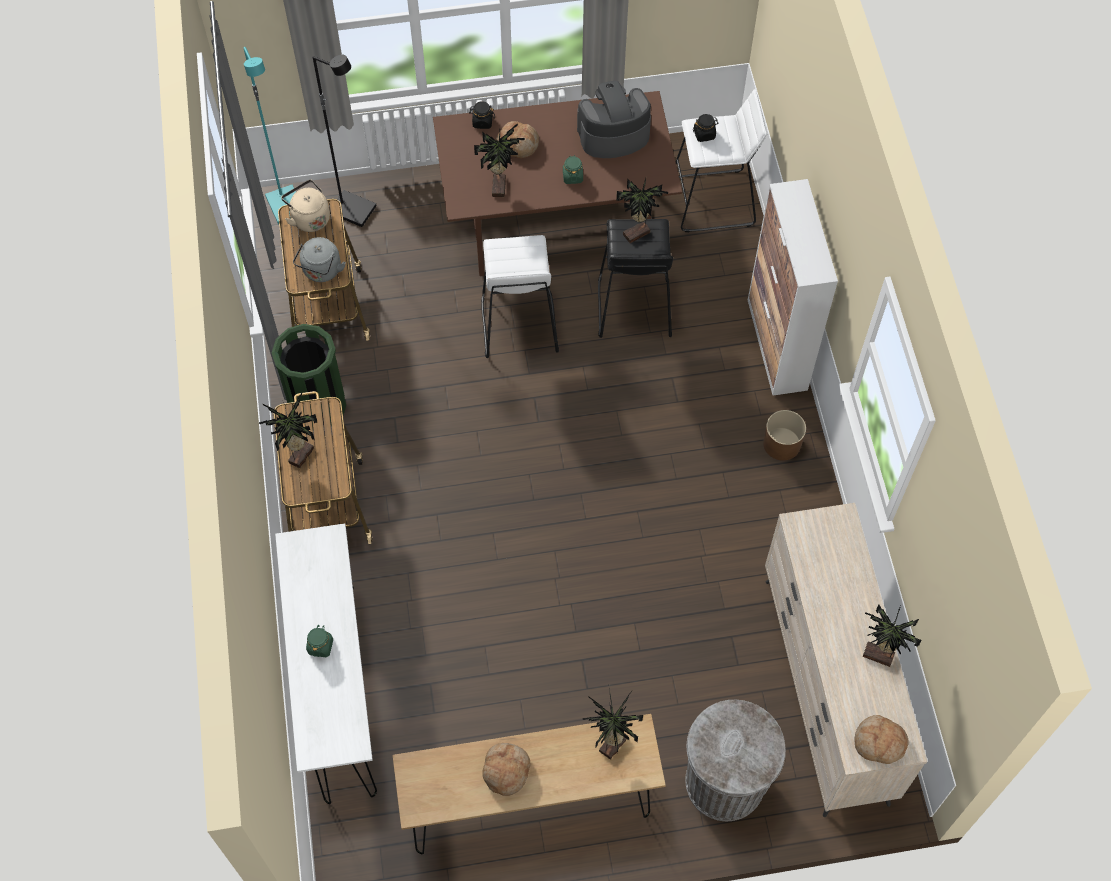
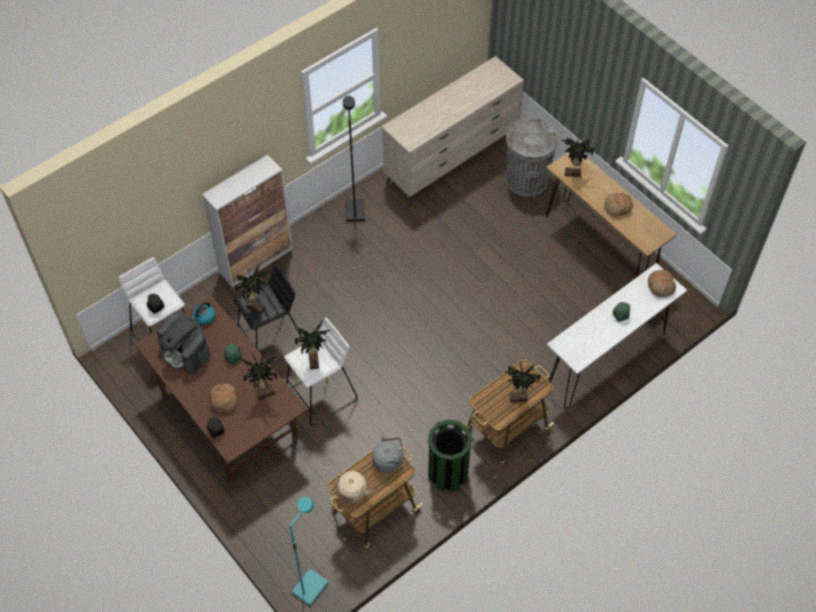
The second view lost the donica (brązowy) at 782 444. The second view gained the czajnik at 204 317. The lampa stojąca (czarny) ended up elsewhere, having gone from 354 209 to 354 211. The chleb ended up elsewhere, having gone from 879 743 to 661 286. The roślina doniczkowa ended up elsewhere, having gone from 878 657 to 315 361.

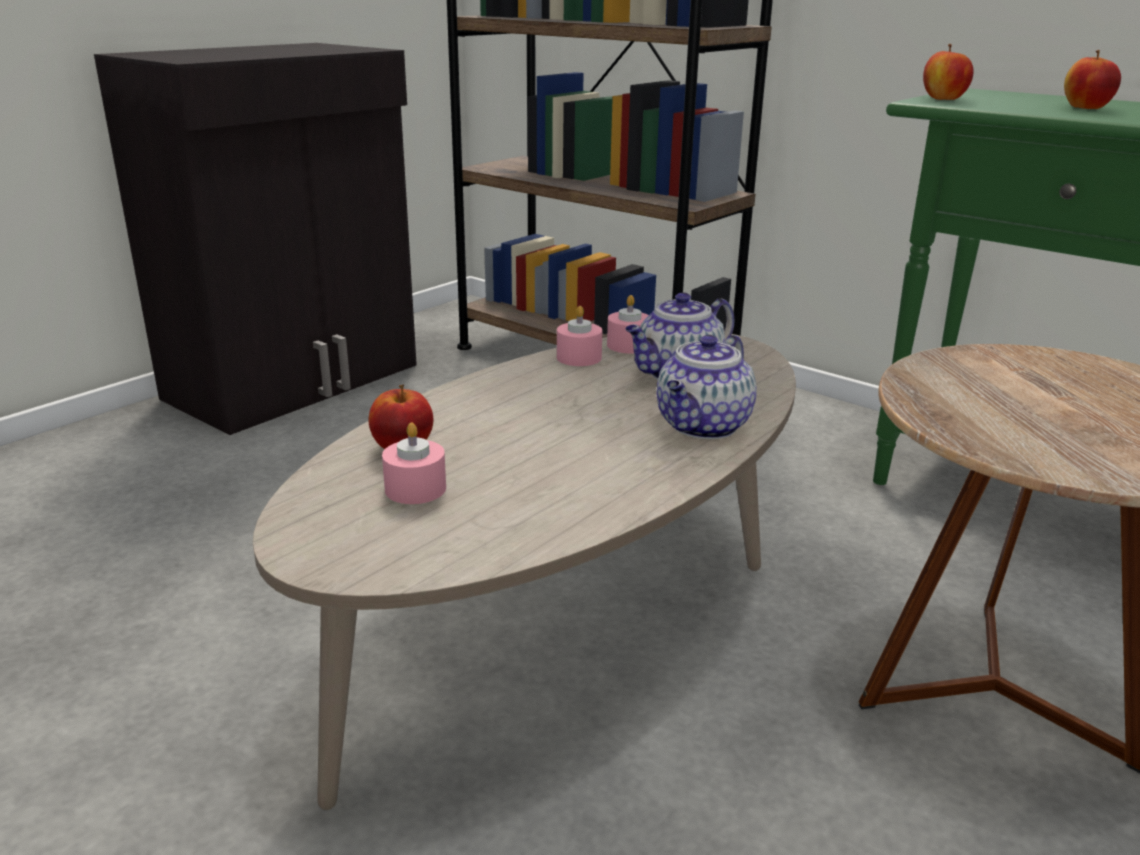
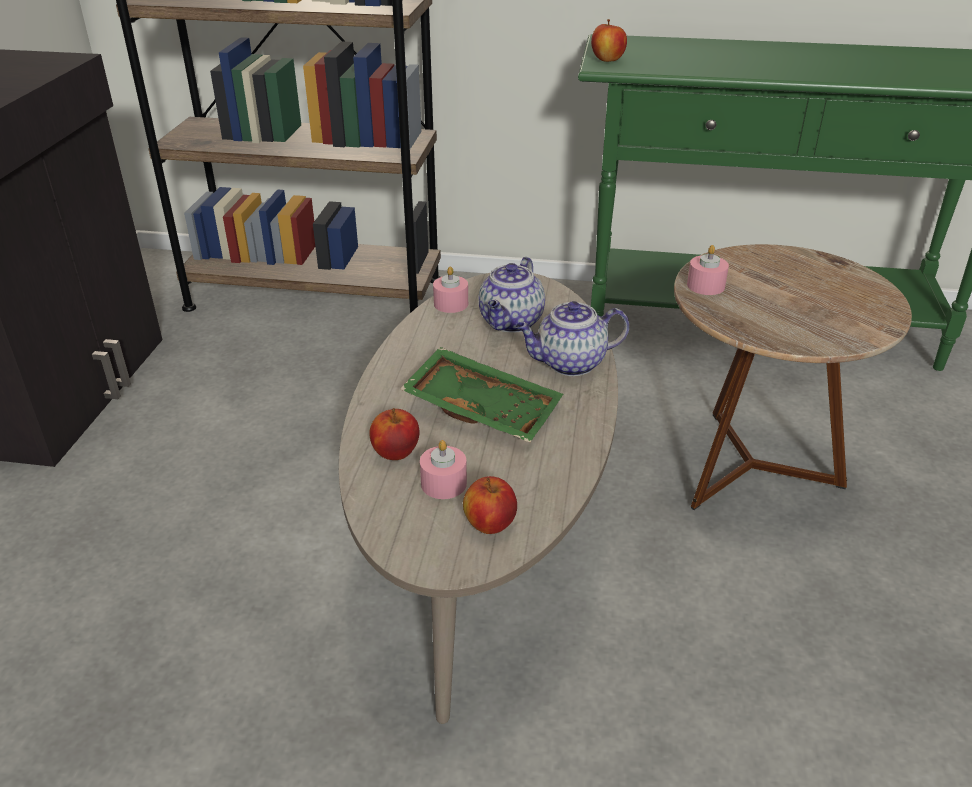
The second view gained the taca (zielony) at 483 408. The świeca (różowy) ended up elsewhere, having gone from 579 357 to 705 285. The jabłko ended up elsewhere, having gone from 1086 108 to 490 524. The imbryk at 703 427 ended up facing another way, 75 degrees clockwise from before.

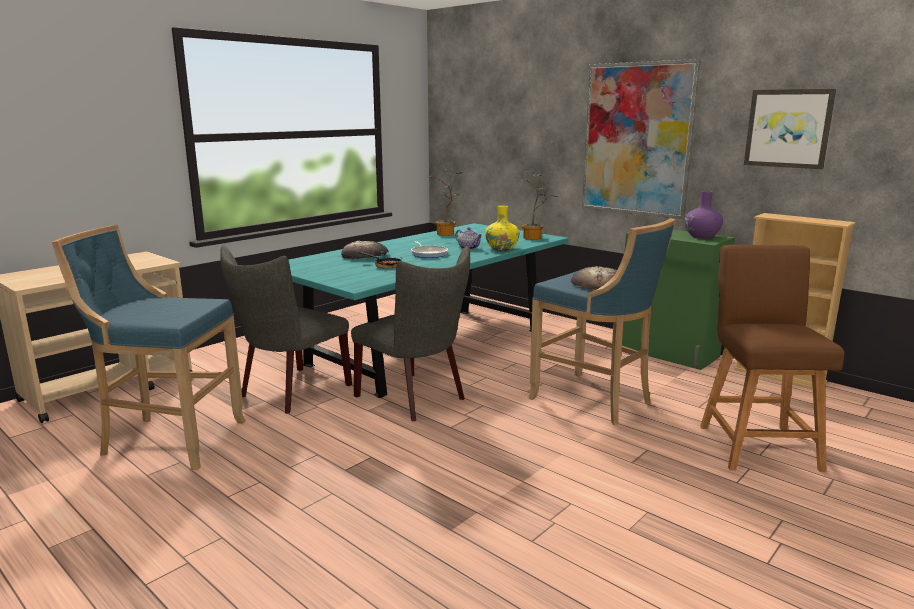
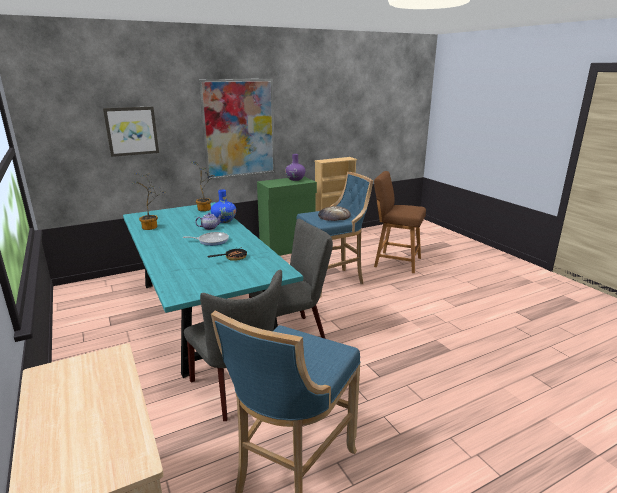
The second view lost the chleb at 365 255. The obraz ended up elsewhere, having gone from 788 128 to 131 131. What was the wazon (żółty) at 501 248 turned into the wazon (niebieski) at 224 220.

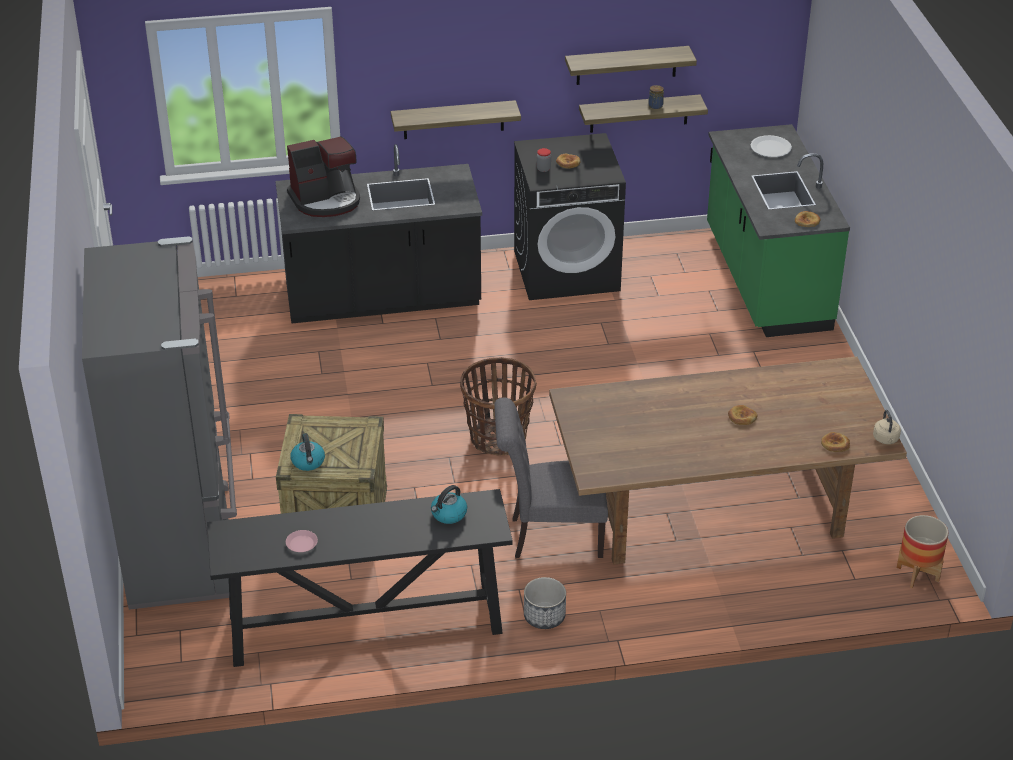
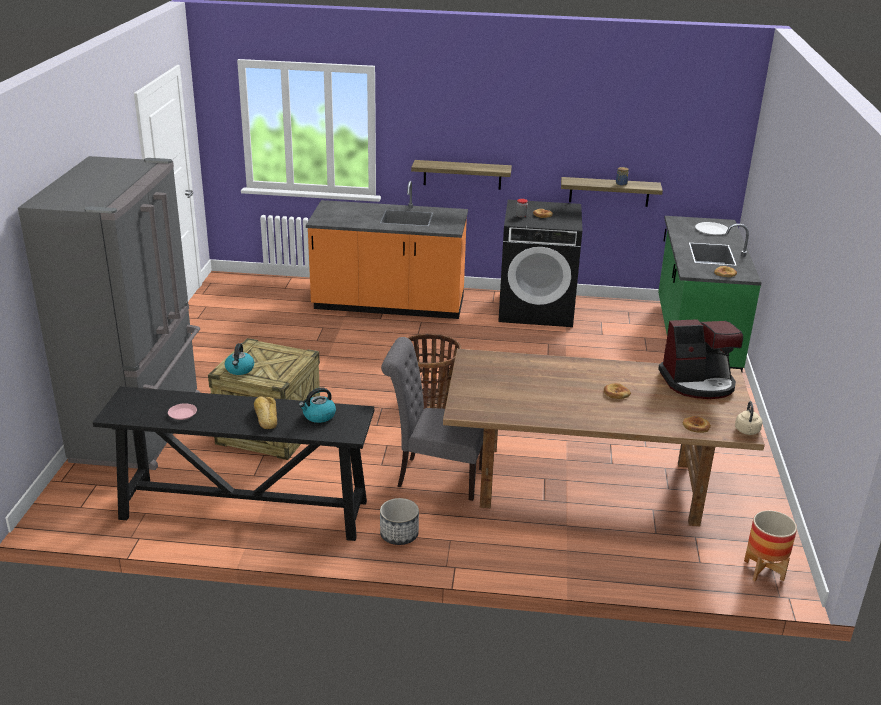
The second view lost the półka at 626 65. The second view gained the chleb at 266 417. The ekspres do kawy ended up elsewhere, having gone from 326 200 to 698 382. What was the zabudowa kuchenna (czarny) at 382 298 turned into the zabudowa kuchenna (pomarańczowy) at 389 305.

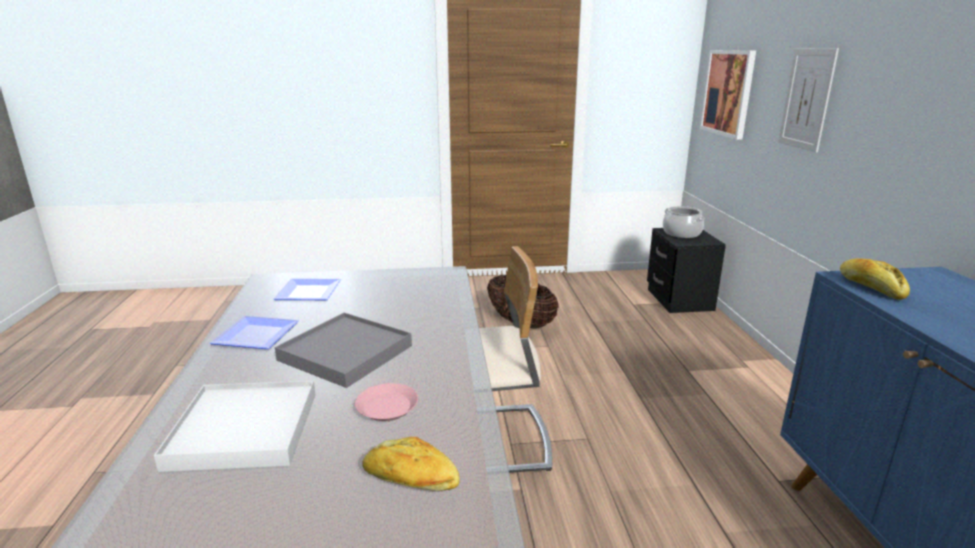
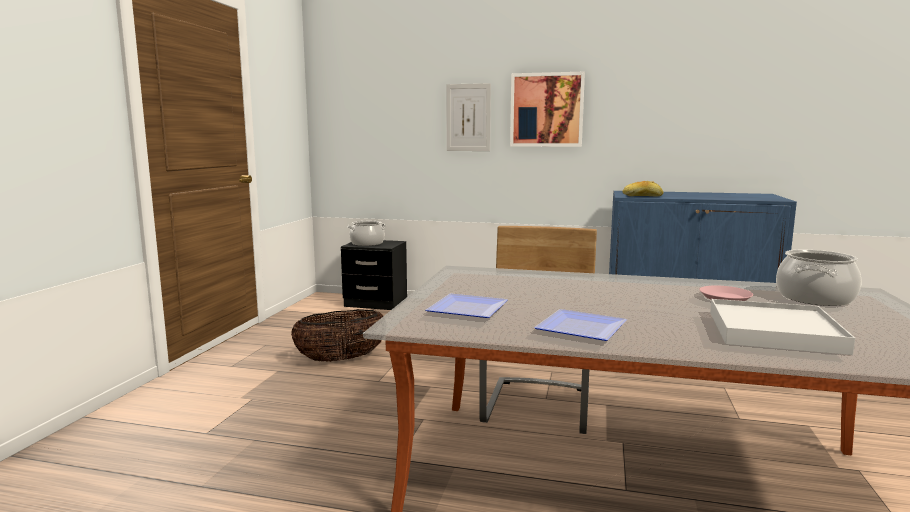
The second view lost the taca (szary) at 346 353. The obraz ended up elsewhere, having gone from 728 93 to 546 110. Where the chleb stood at 411 480, the garnek came to stand at 814 298.

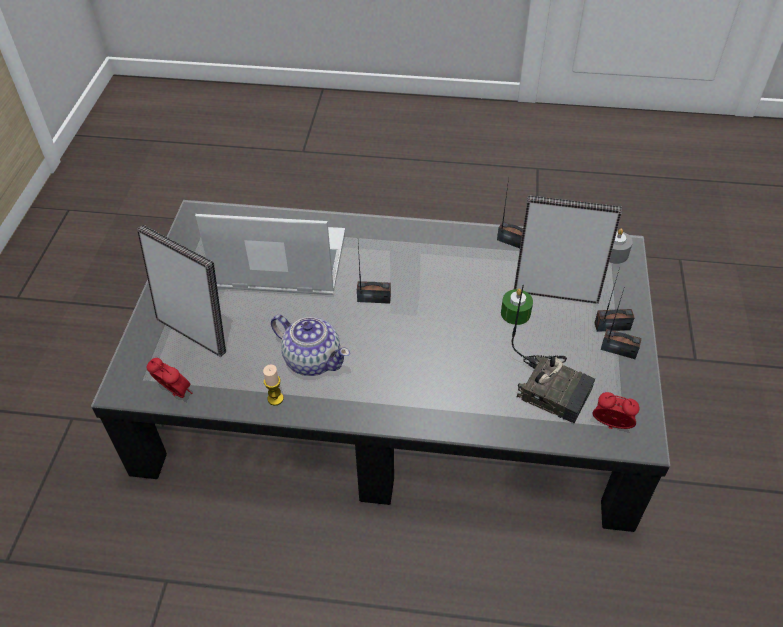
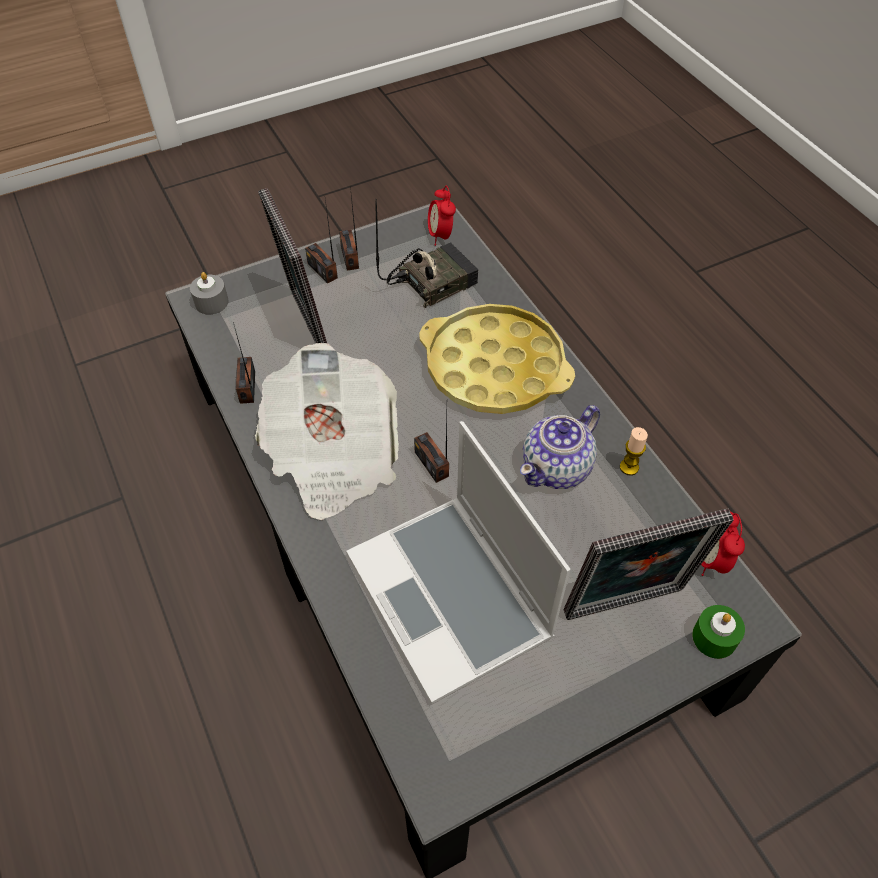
The second view gained the gazeta at 333 455. The second view gained the taca (żółty) at 494 367. The świeca (zielony) ended up elsewhere, having gone from 515 313 to 714 637. The ramka na zdjęcie at 194 332 ended up facing another way, 105 degrees counterclockwise from before. The imbryk at 312 359 ended up facing another way, 135 degrees counterclockwise from before. The radio at 553 389 ended up facing another way, 60 degrees clockwise from before.

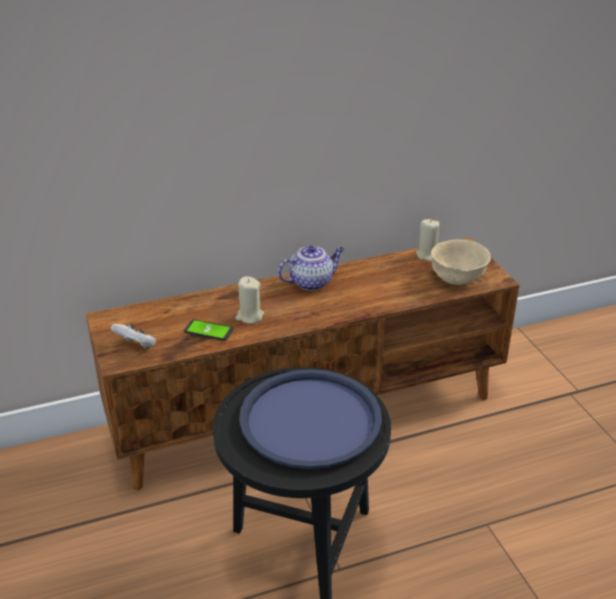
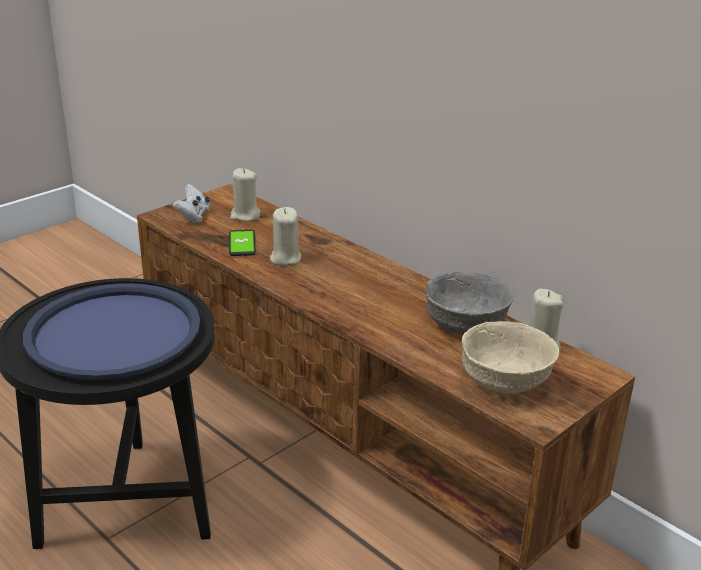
The second view lost the imbryk at 311 282. The second view gained the świeca (beżowy) at 245 215. The second view gained the miska (szary) at 464 327.

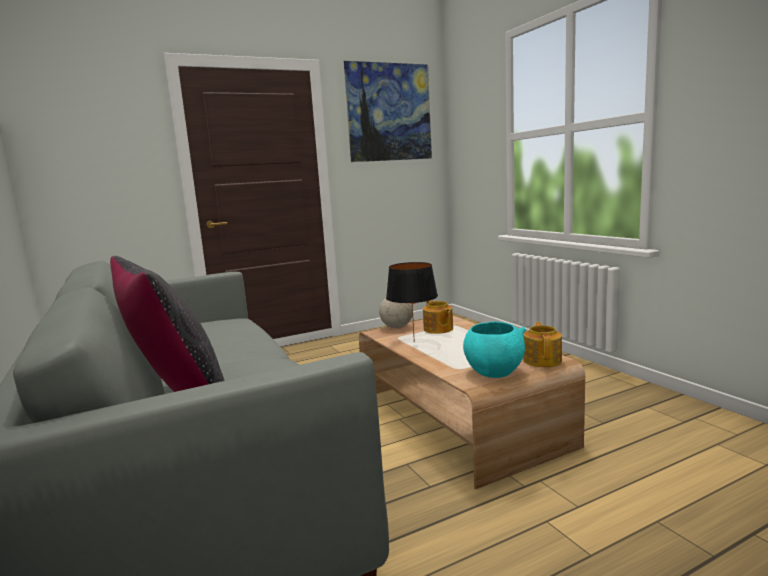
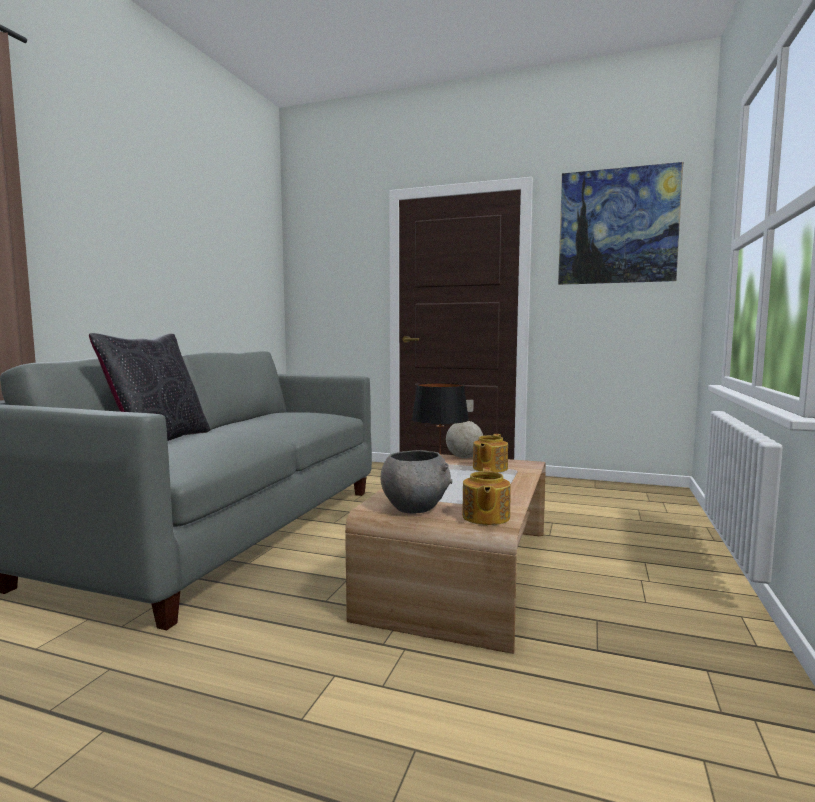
What was the miska (turkusowy) at 494 372 turned into the miska (szary) at 415 508. The imbryk at 542 360 ended up facing another way, 135 degrees clockwise from before.

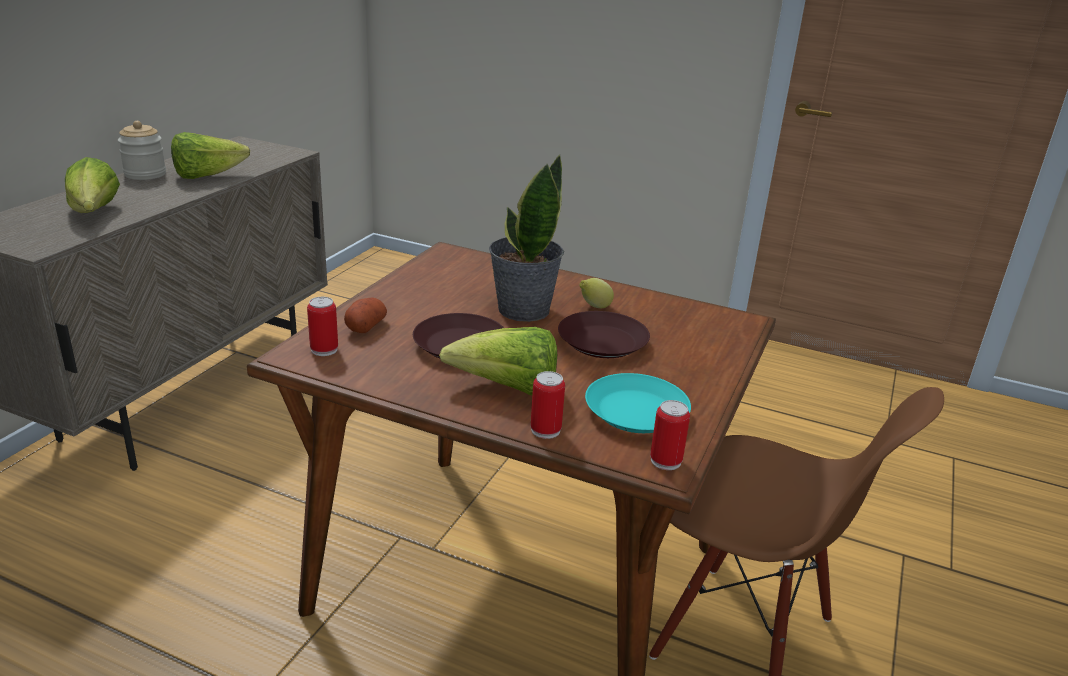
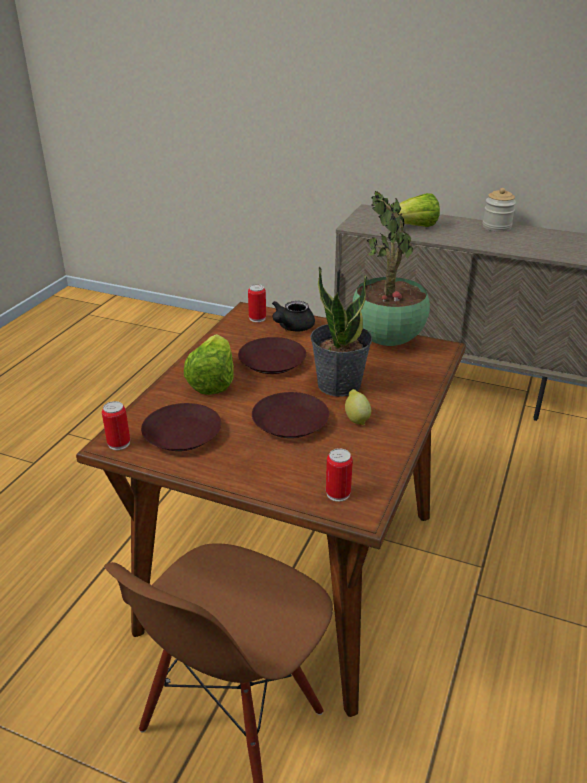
The second view lost the sałata at 207 176. The second view gained the roślina doniczkowa at 388 342. The puszka ended up elsewhere, having gone from 545 430 to 338 493. Where the ziemniak stood at 366 326, the imbryk (czarny) came to stand at 292 327. What was the talerz (turkusowy) at 636 412 turned into the talerz (brązowy) at 181 434.

